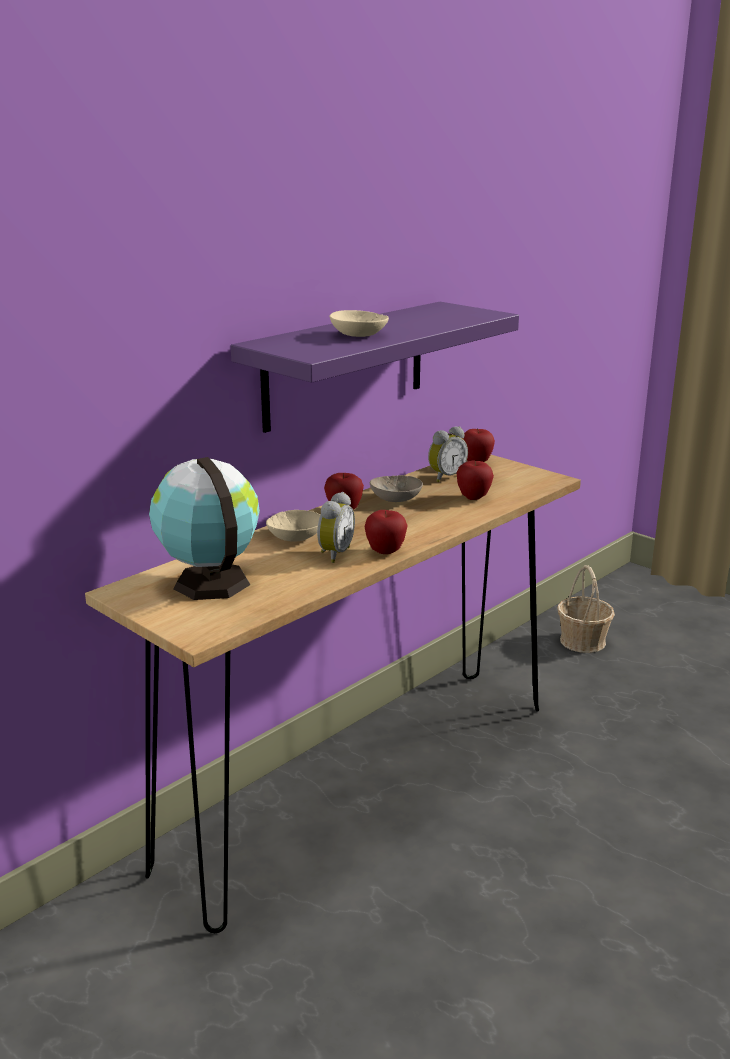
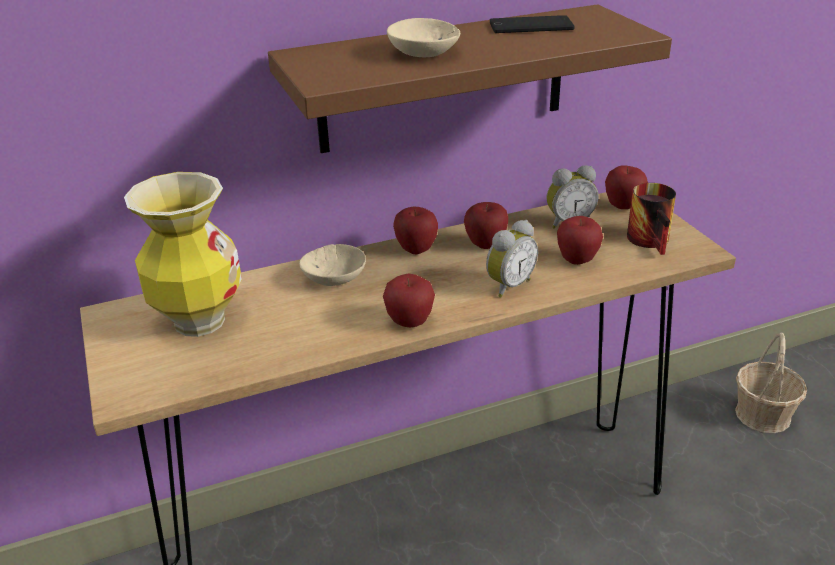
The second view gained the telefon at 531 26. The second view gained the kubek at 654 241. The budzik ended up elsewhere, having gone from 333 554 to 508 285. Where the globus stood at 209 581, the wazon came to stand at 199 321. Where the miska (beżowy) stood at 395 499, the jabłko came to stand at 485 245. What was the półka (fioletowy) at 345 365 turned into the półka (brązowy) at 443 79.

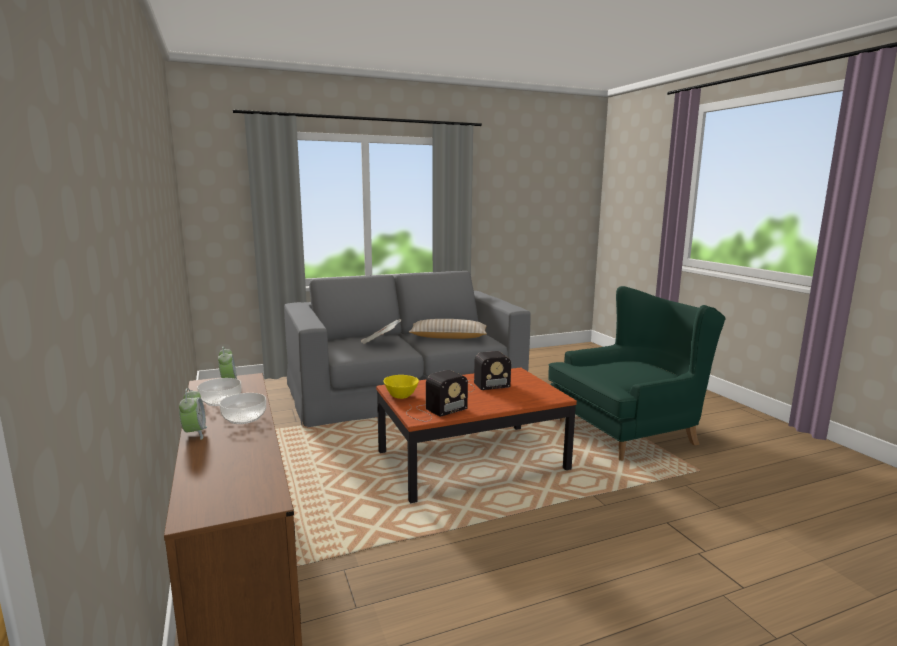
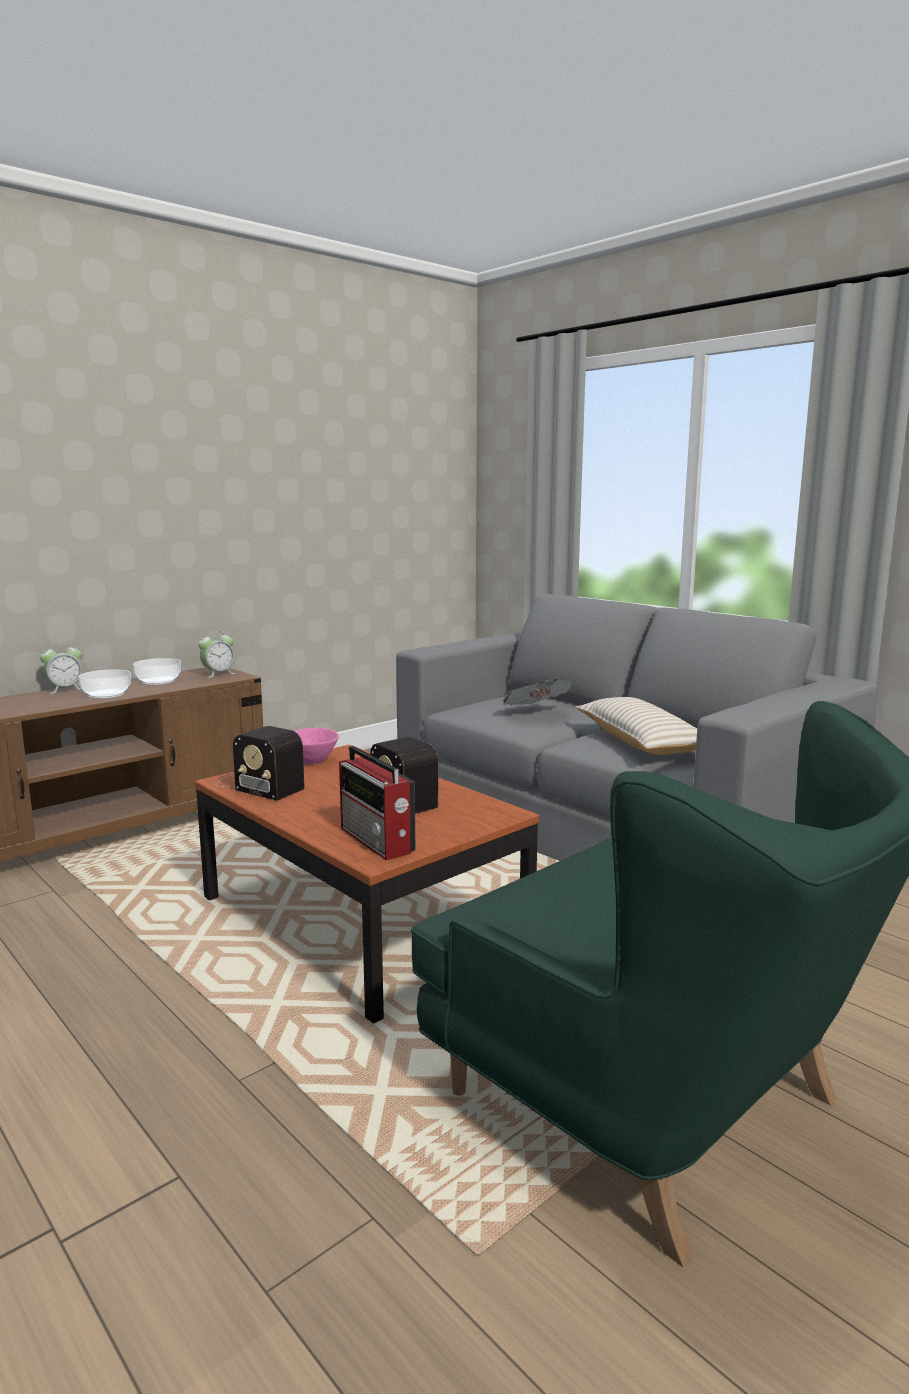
The second view gained the radio at 377 841. What was the miska (żółty) at 401 396 turned into the miska (różowy) at 310 761.

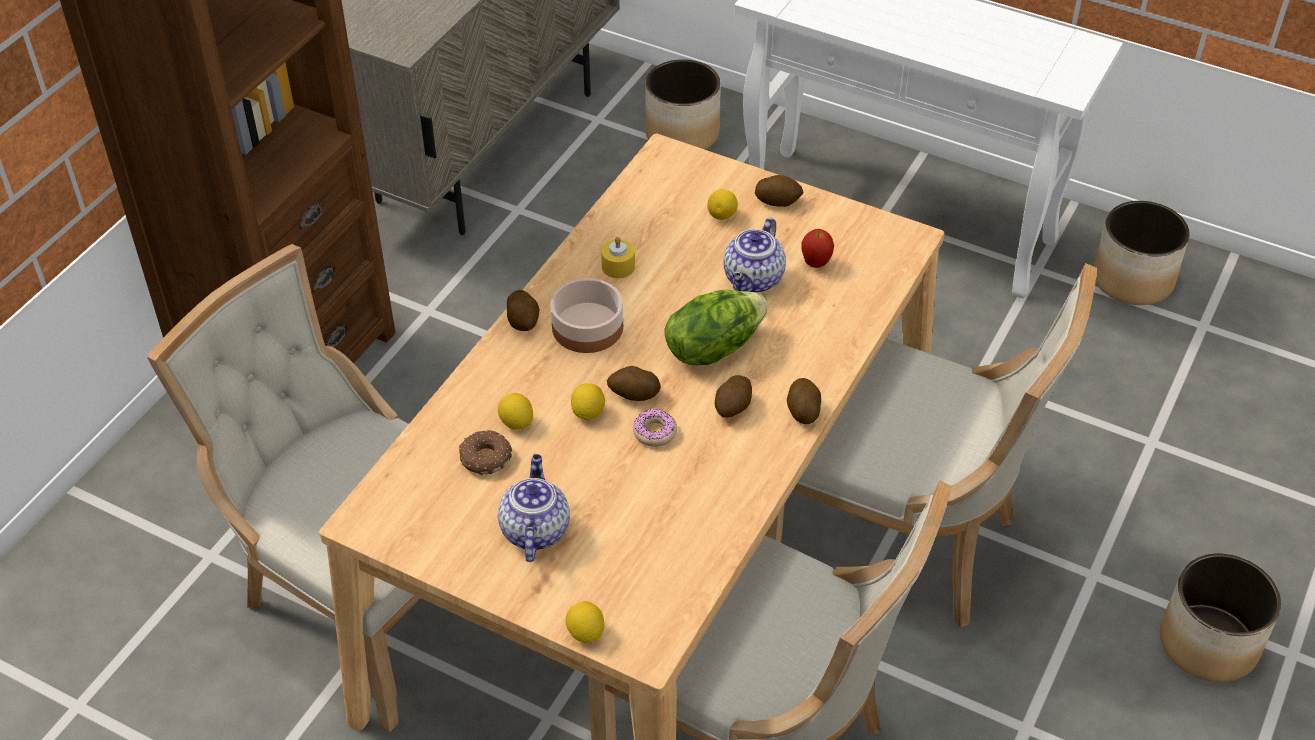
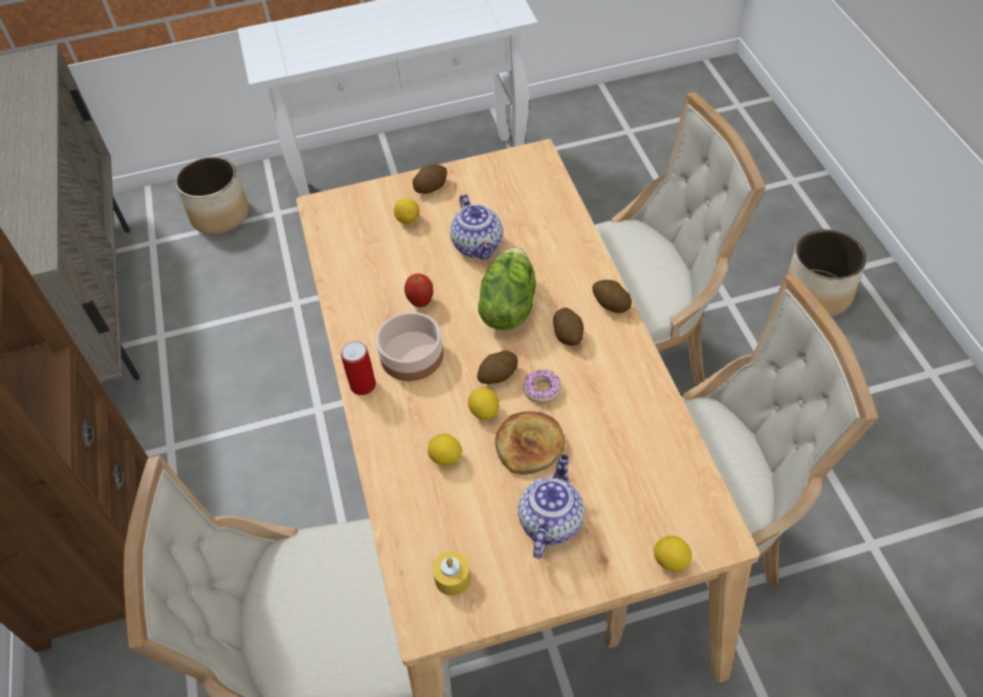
The second view lost the donut at 484 458. The second view lost the donica at 1133 280. The second view gained the chleb at 530 445. The świeca (żółty) ended up elsewhere, having gone from 618 266 to 452 578. The jabłko ended up elsewhere, having gone from 816 263 to 421 302. Where the ziemniak stood at 523 321, the puszka came to stand at 363 385. The imbryk at 534 530 ended up facing another way, 60 degrees clockwise from before.

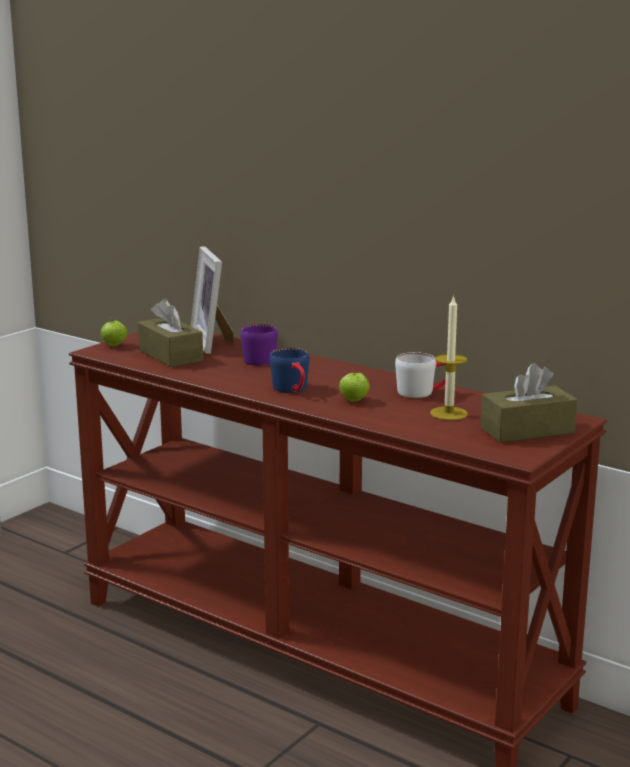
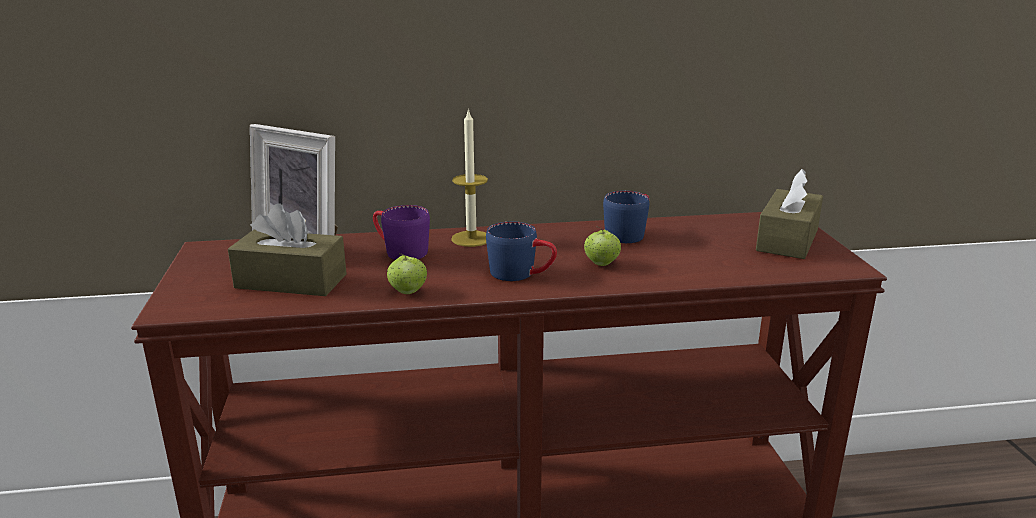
The jabłko ended up elsewhere, having gone from 114 345 to 408 292. The świeca ended up elsewhere, having gone from 448 413 to 471 239. What was the kubek (biały) at 423 392 turned into the kubek (niebieski) at 629 233.

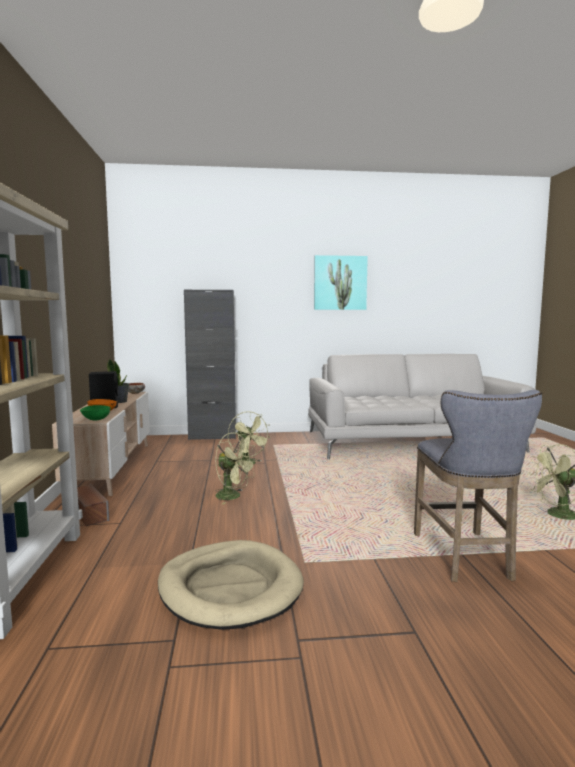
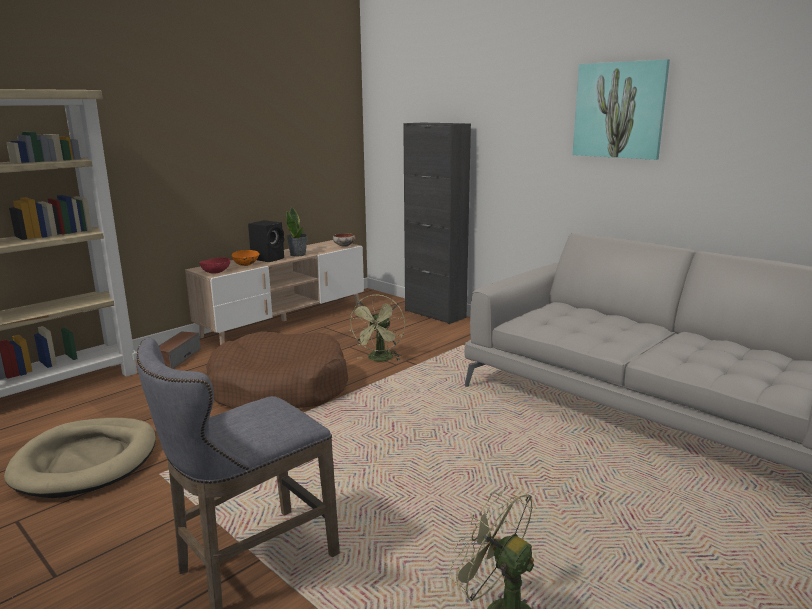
Where the wentylator (zielony) stood at 233 496, the legowisko (brązowy) came to stand at 279 388. What was the miska (zielony) at 95 419 turned into the miska (czerwony) at 216 272.

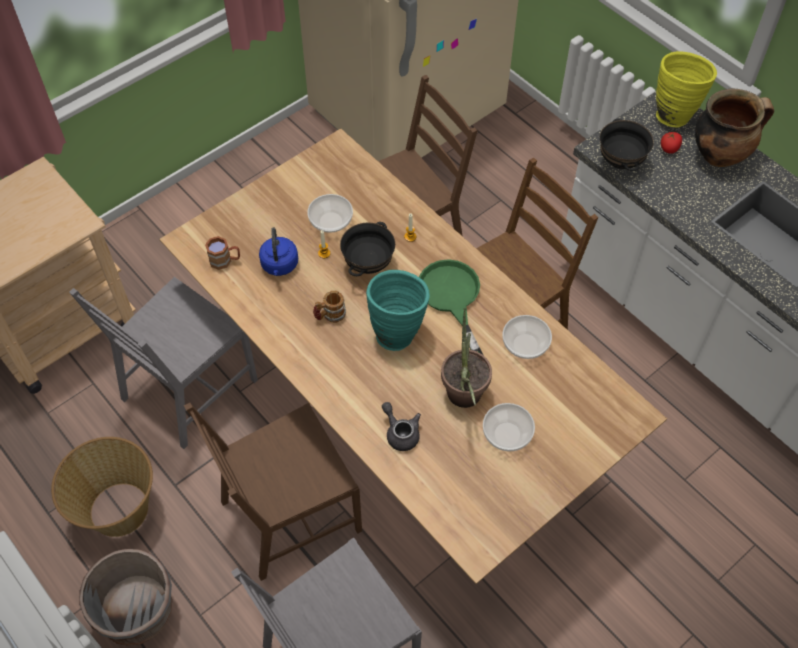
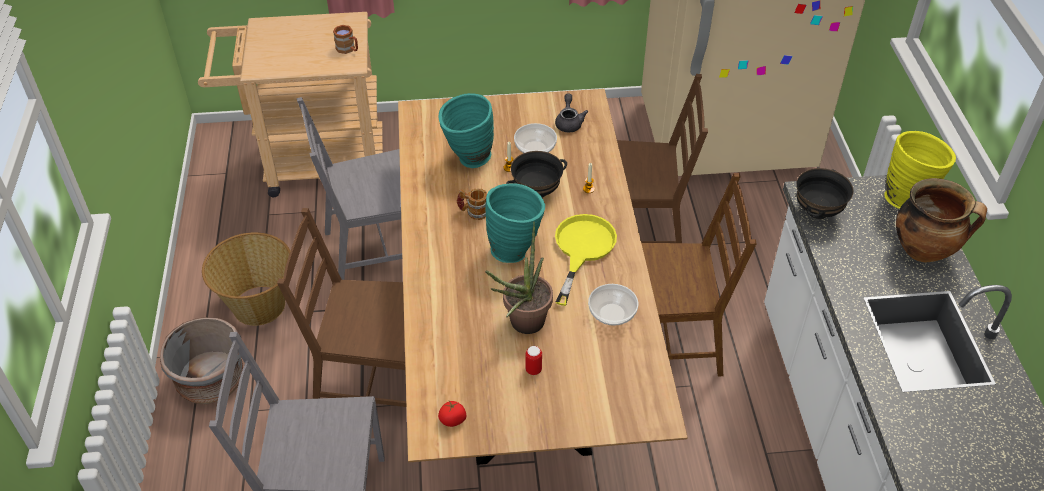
The kubek (brązowy) ended up elsewhere, having gone from 225 260 to 348 49. The imbryk (szary) ended up elsewhere, having gone from 400 433 to 569 122. The pomidor ended up elsewhere, having gone from 669 149 to 453 420. Where the czajnik (niebieski) stood at 279 266, the wazon (turkusowy) came to stand at 467 160. Where the miska stood at 506 435, the puszka came to stand at 533 370. What was the patelnia (zielony) at 452 298 turned into the patelnia (żółty) at 582 249.

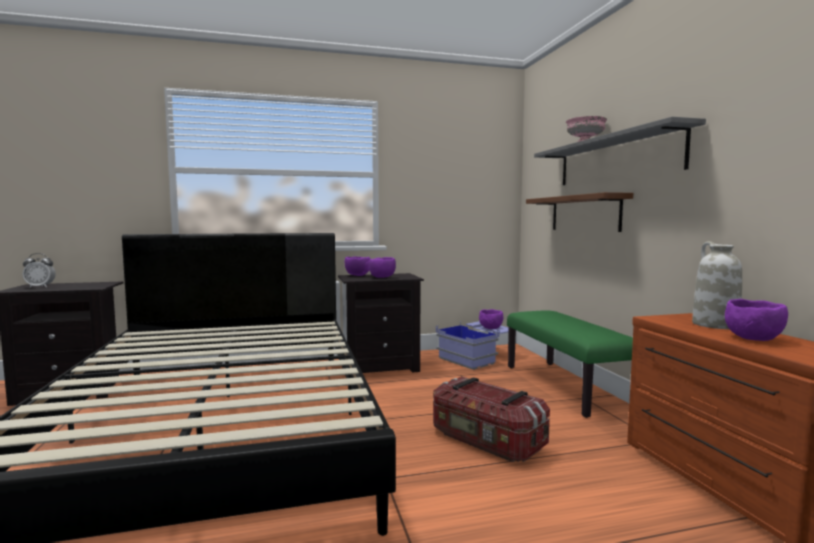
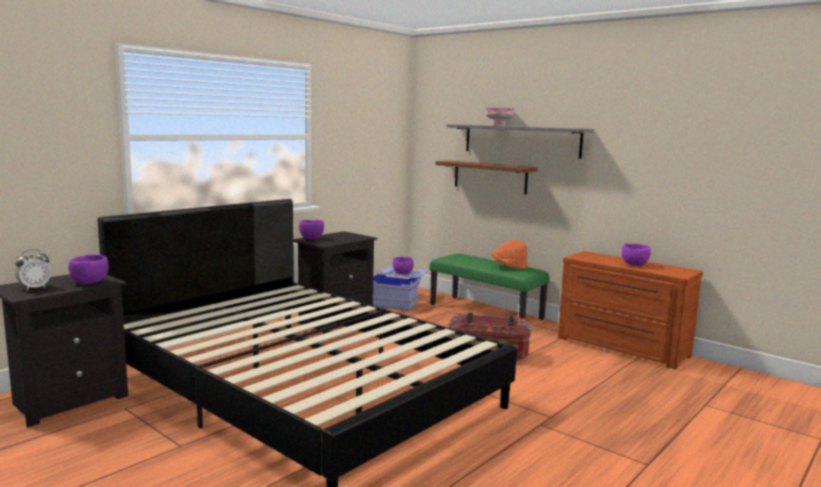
The second view lost the wazon (biały) at 714 324. The second view gained the kapelusz (pomarańczowy) at 509 267. The miska (fioletowy) ended up elsewhere, having gone from 383 277 to 91 282.

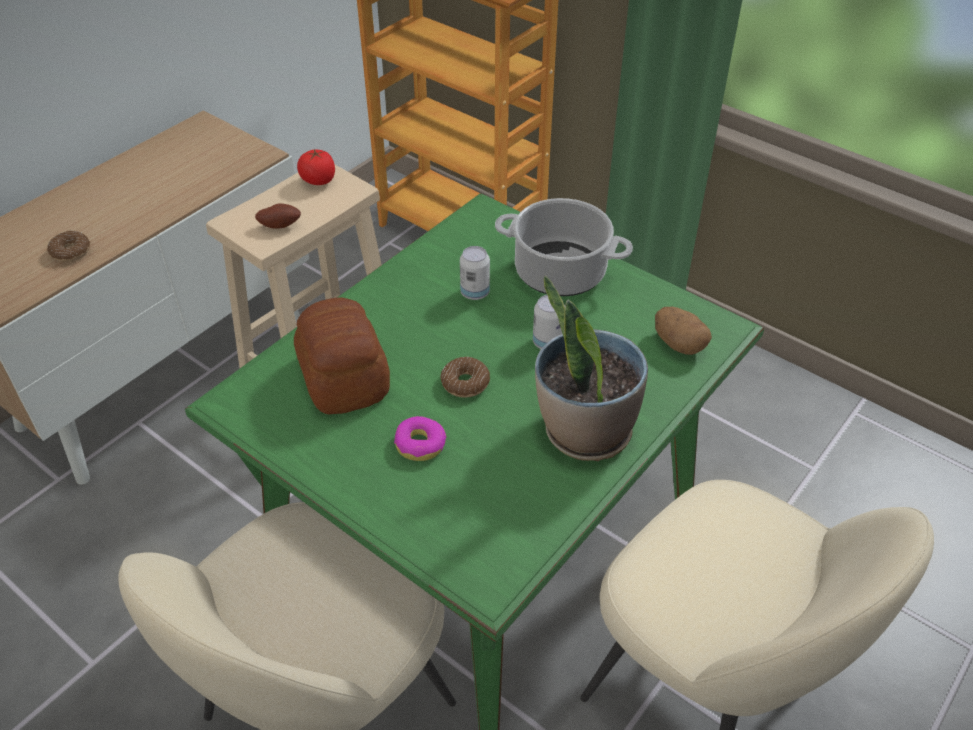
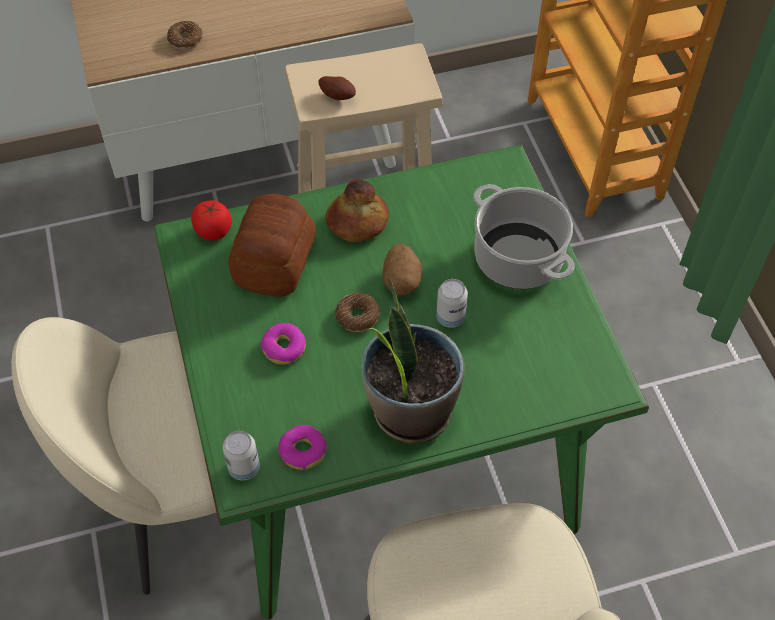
The second view gained the donut at 302 451. The second view gained the chleb at 357 222. The pomidor ended up elsewhere, having gone from 318 180 to 213 231. The puszka ended up elsewhere, having gone from 475 293 to 244 468. The ziemniak ended up elsewhere, having gone from 678 344 to 401 280.

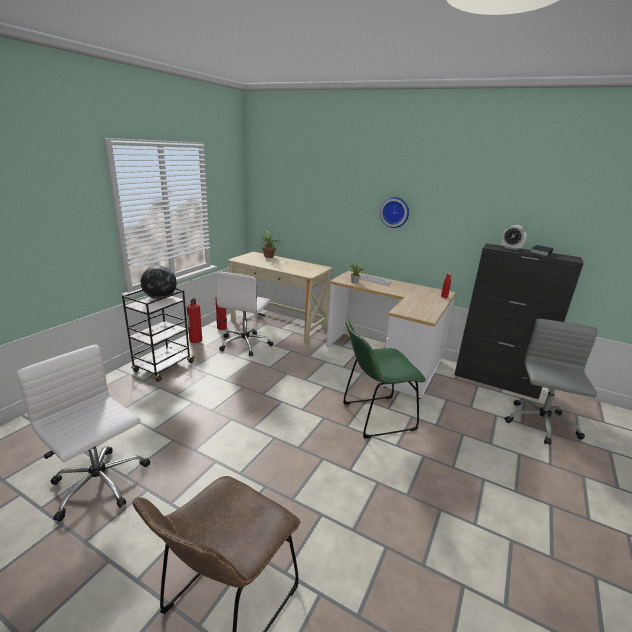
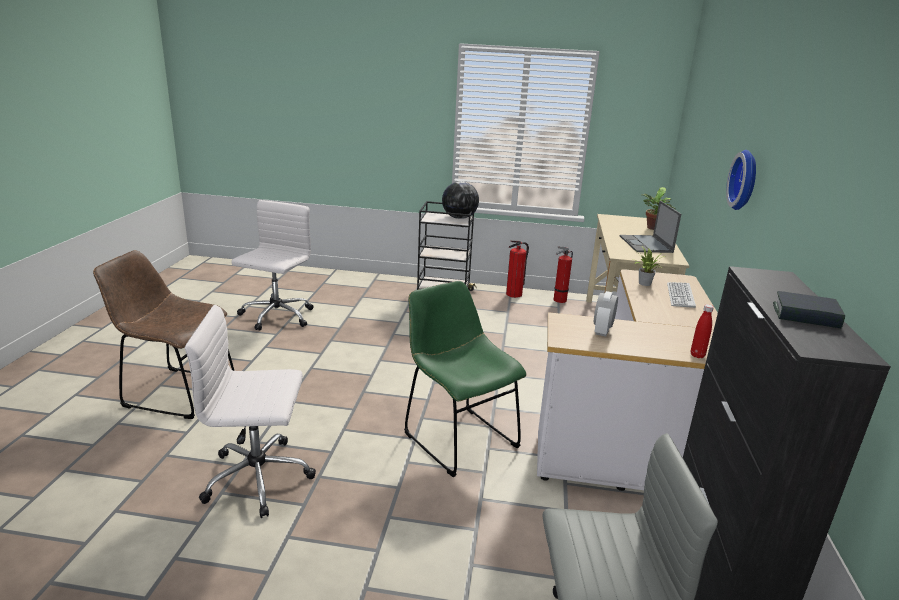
The second view gained the laptop at 646 244. The krzesło biurowe (biały) ended up elsewhere, having gone from 245 344 to 260 477. The budzik ended up elsewhere, having gone from 511 248 to 602 331.

